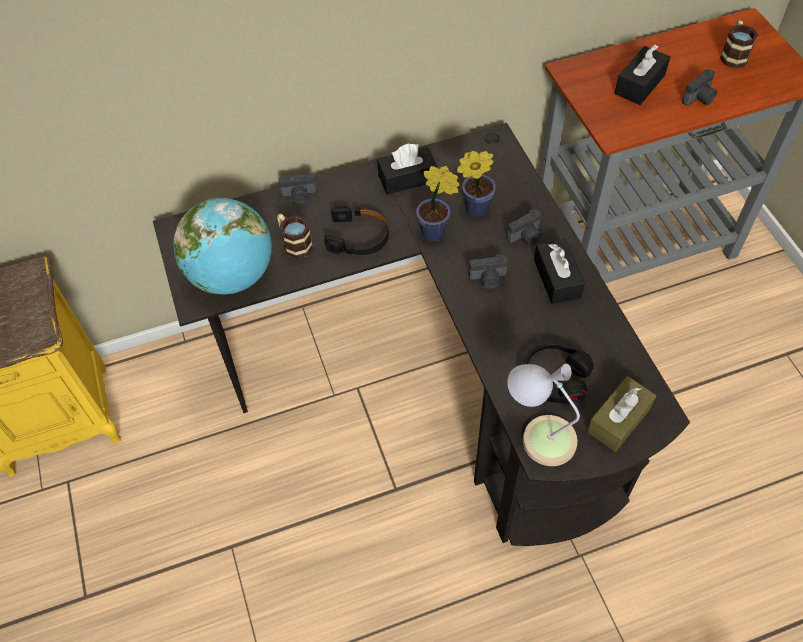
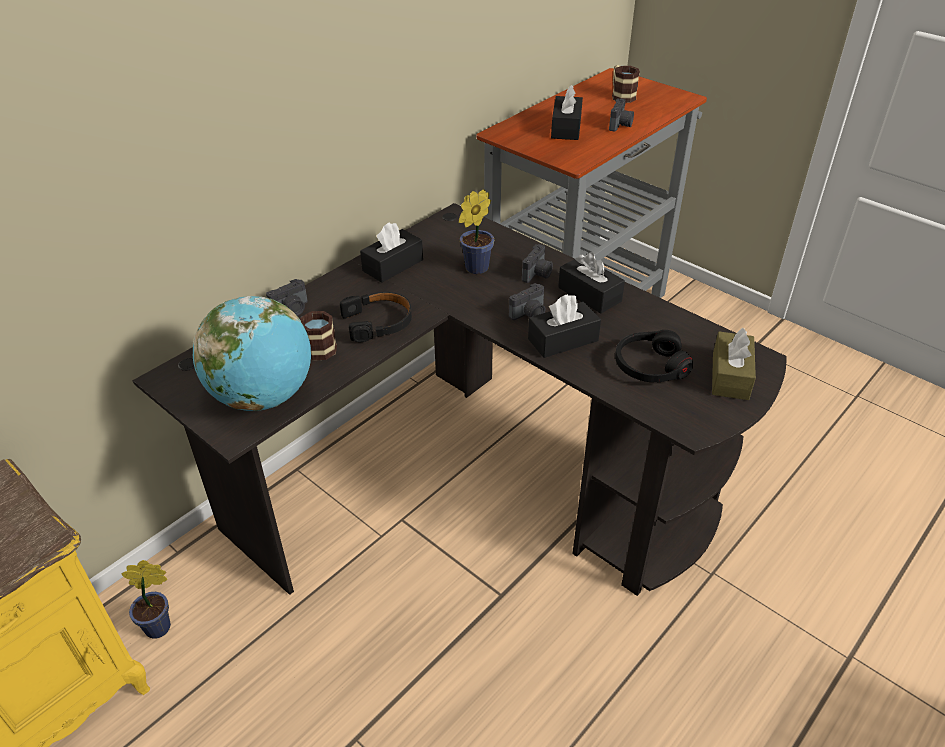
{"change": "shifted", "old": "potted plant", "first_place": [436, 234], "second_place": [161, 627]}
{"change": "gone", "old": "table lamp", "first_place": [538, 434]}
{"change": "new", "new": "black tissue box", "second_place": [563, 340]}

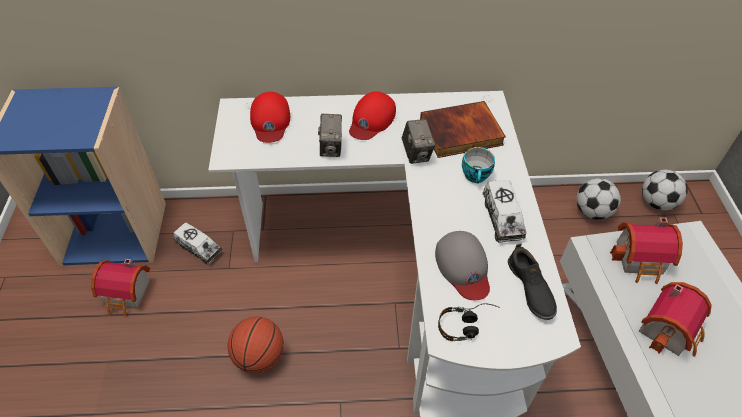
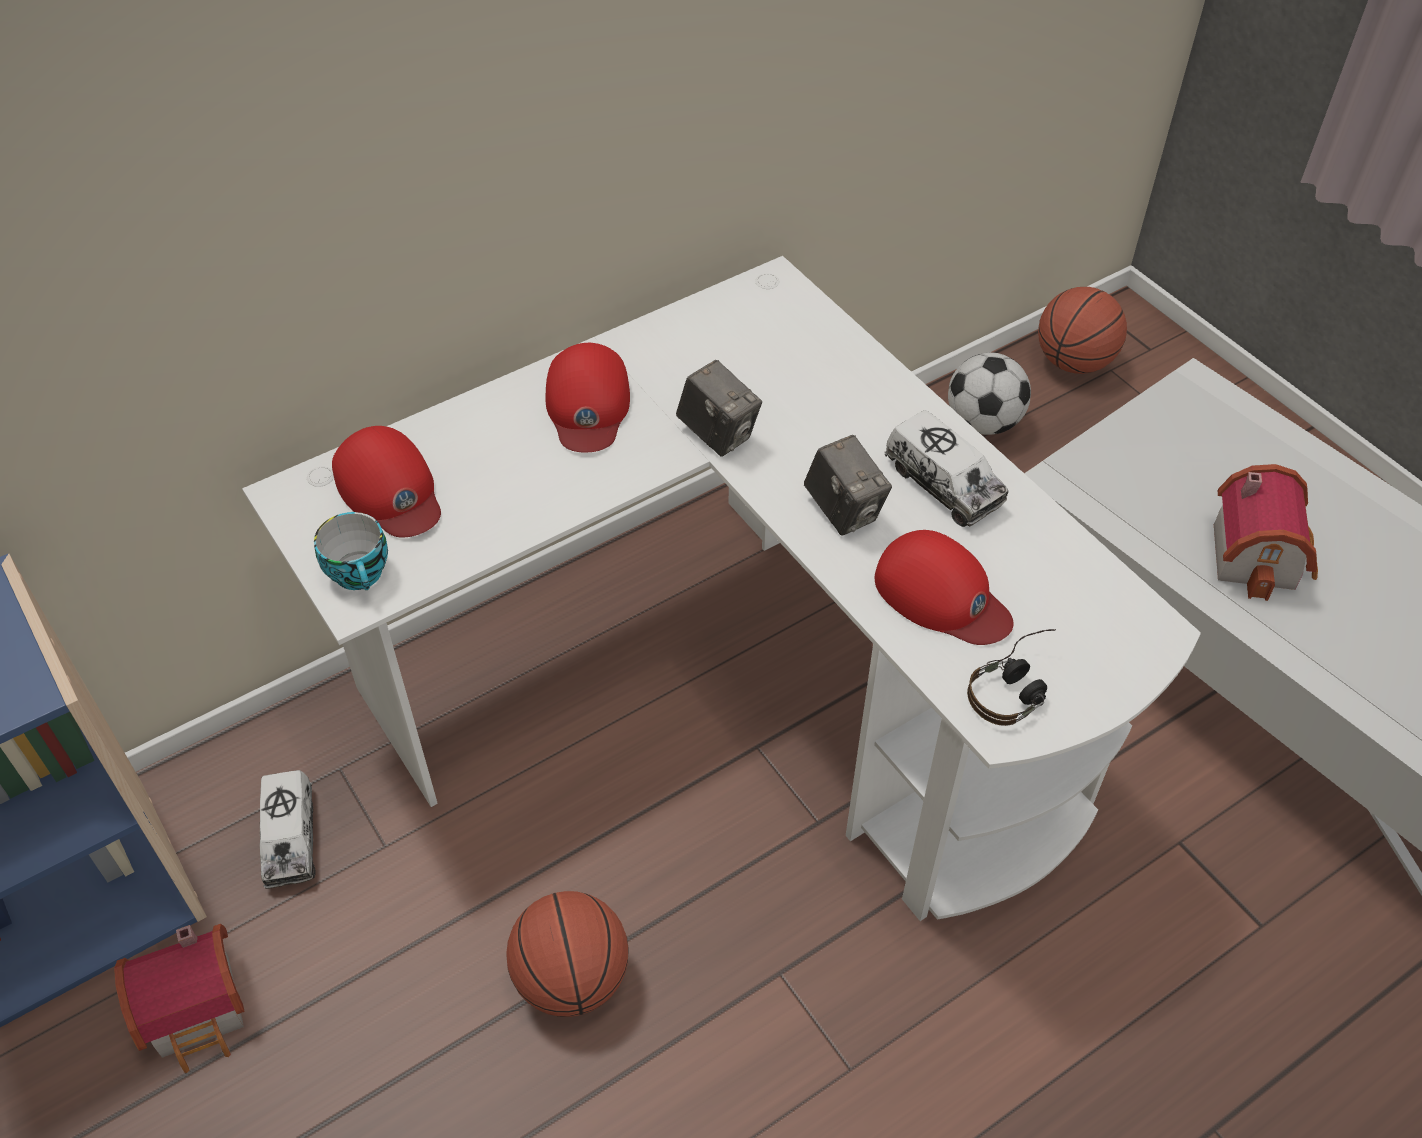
{"change": "gone", "old": "book", "first_place": [461, 133]}
{"change": "shifted", "old": "photo camera", "first_place": [331, 148], "second_place": [844, 510]}
{"change": "shifted", "old": "cup", "first_place": [476, 176], "second_place": [361, 574]}
{"change": "swapped", "old": "football", "new": "basketball", "first_place": [656, 203], "second_place": [1073, 362]}
{"change": "gone", "old": "toy house", "first_place": [641, 260]}
{"change": "rotated", "old": "toy truck", "first_place": [199, 248], "second_place": [290, 839], "degrees": 75}
{"change": "repainted", "old": "grey cap", "new": "red cap", "first_place": [463, 267], "second_place": [941, 595]}
{"change": "gone", "old": "black shoe", "first_place": [530, 288]}

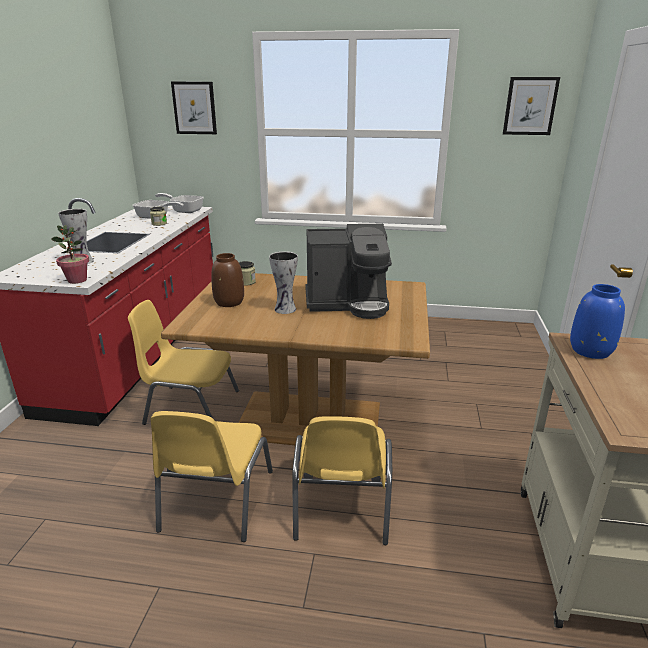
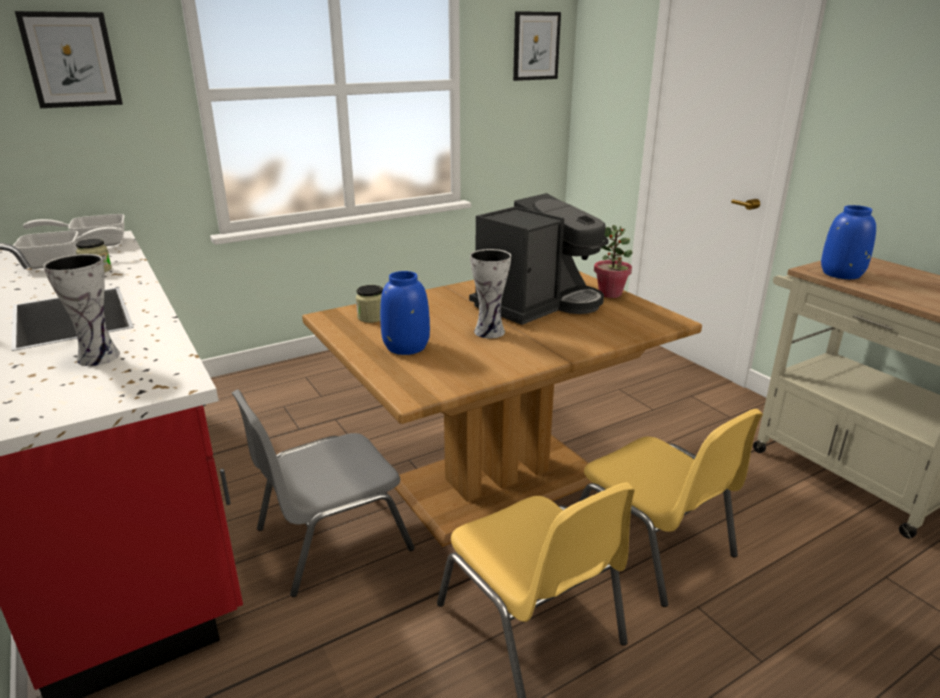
{"change": "shifted", "old": "potted plant", "first_place": [77, 280], "second_place": [610, 294]}
{"change": "repainted", "old": "brown vase", "new": "blue vase", "first_place": [229, 302], "second_place": [407, 347]}
{"change": "repainted", "old": "yellow chair", "new": "grey chair", "first_place": [191, 407], "second_place": [330, 539]}

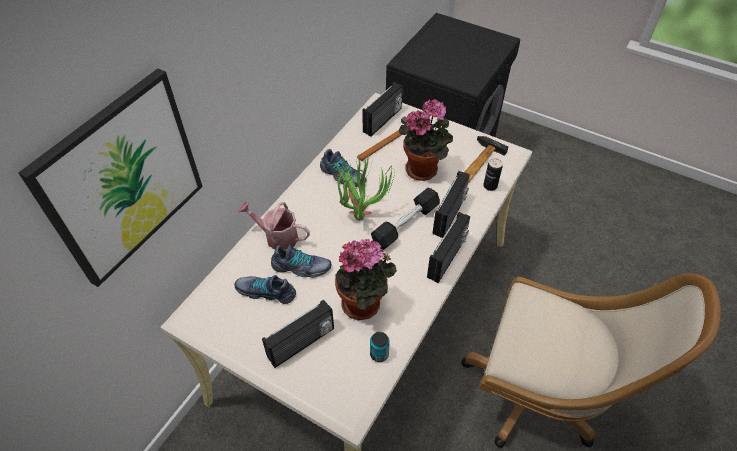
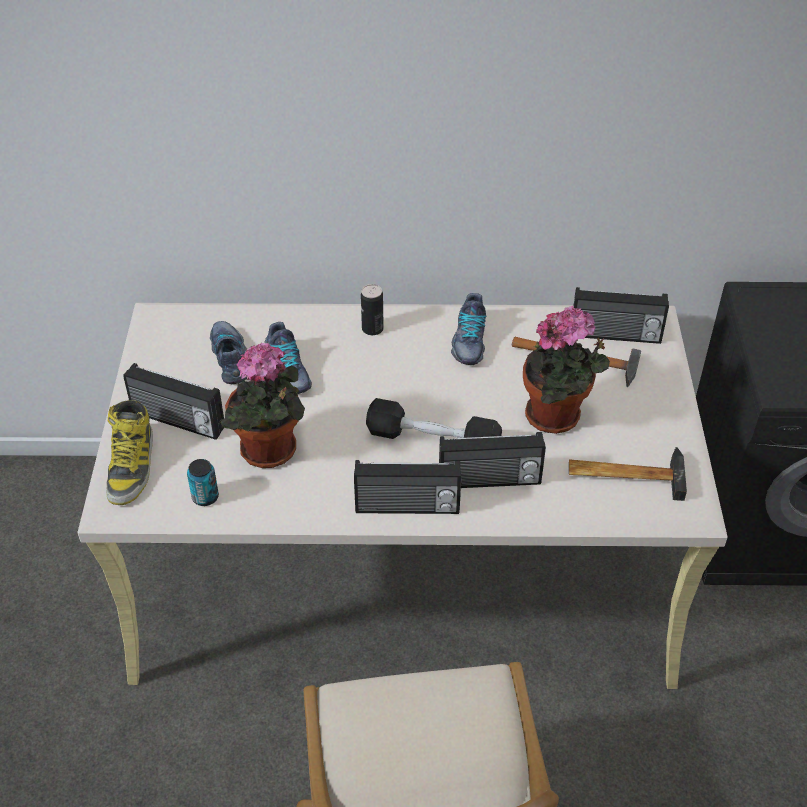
{"change": "gone", "old": "picture", "first_place": [123, 178]}
{"change": "gone", "old": "potted plant", "first_place": [360, 211]}
{"change": "shifted", "old": "can", "first_place": [490, 186], "second_place": [372, 329]}
{"change": "gone", "old": "watering can", "first_place": [277, 236]}
{"change": "new", "new": "boot", "second_place": [131, 466]}

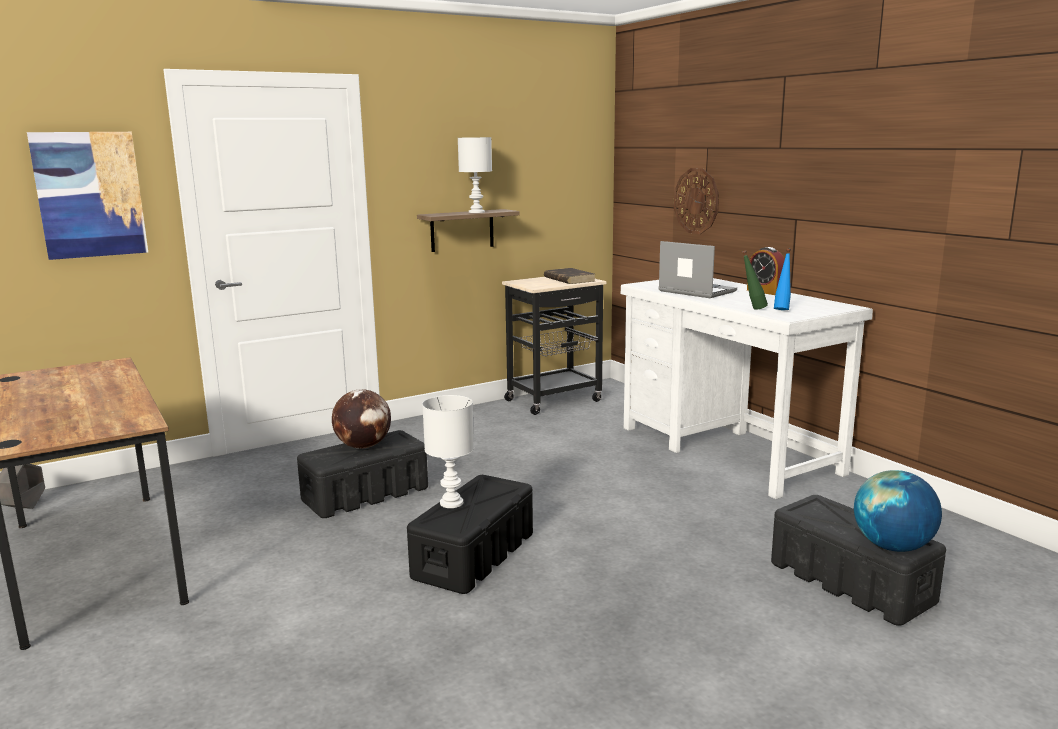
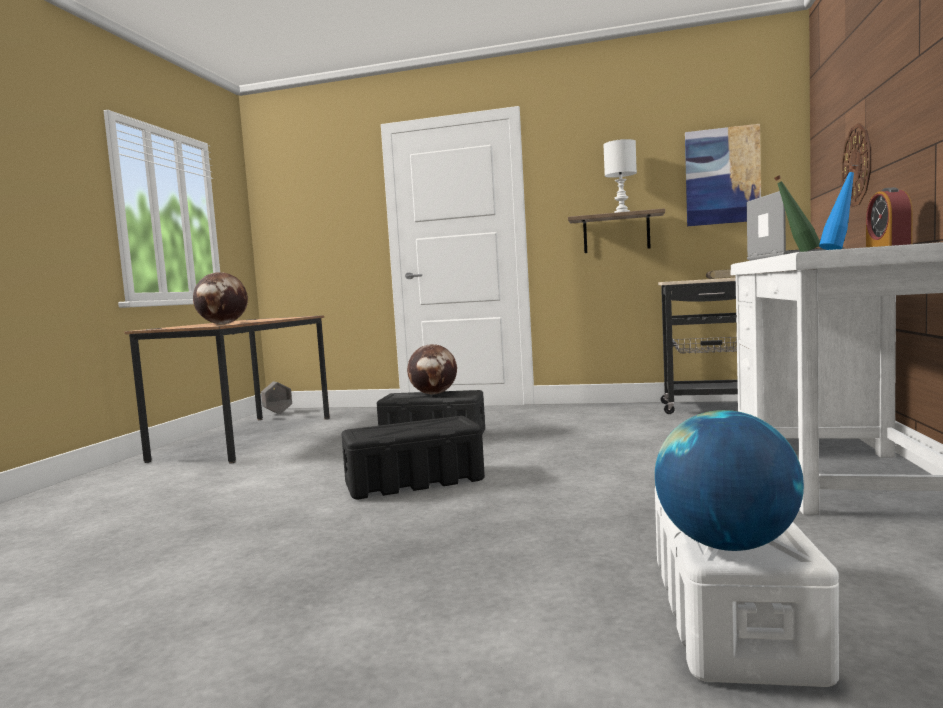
{"change": "shifted", "old": "picture", "first_place": [90, 195], "second_place": [722, 176]}
{"change": "gone", "old": "white table lamp", "first_place": [451, 502]}
{"change": "repainted", "old": "black storage box", "new": "white storage box", "first_place": [851, 583], "second_place": [731, 613]}
{"change": "new", "new": "globe", "second_place": [223, 324]}

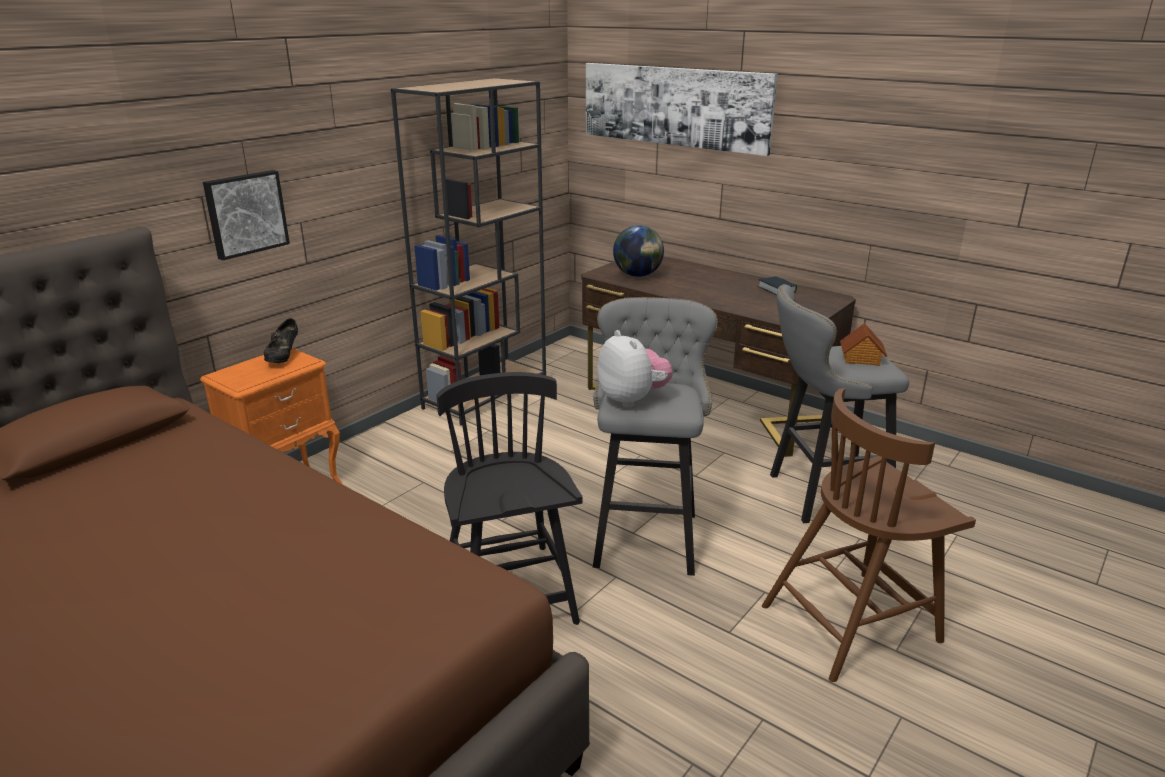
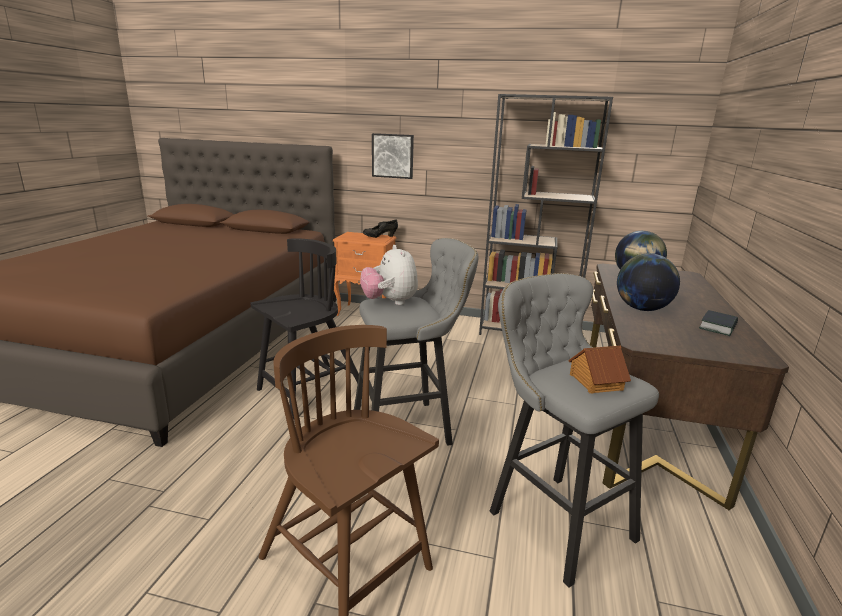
{"change": "gone", "old": "picture", "first_place": [674, 106]}
{"change": "rotated", "old": "plush toy", "first_place": [632, 399], "second_place": [390, 302], "degrees": 120}
{"change": "new", "new": "globe", "second_place": [642, 309]}

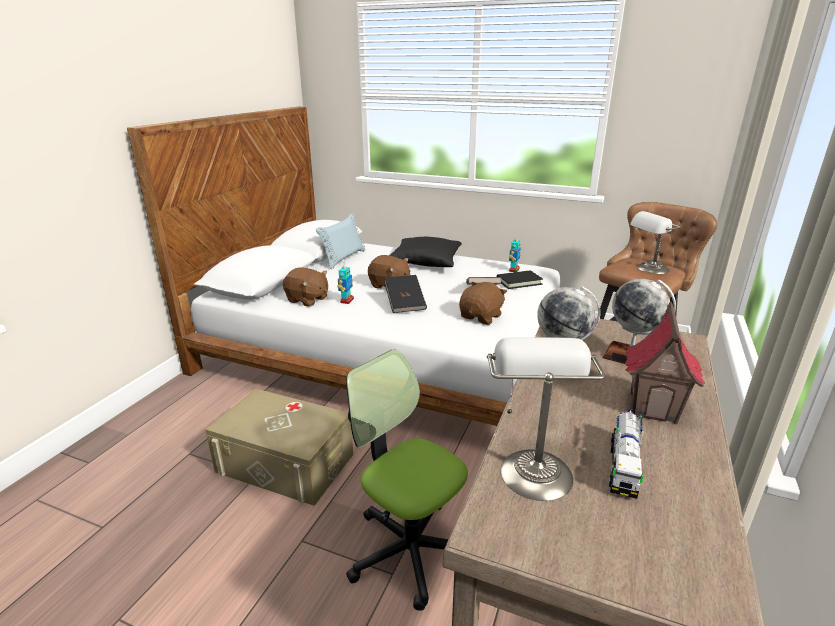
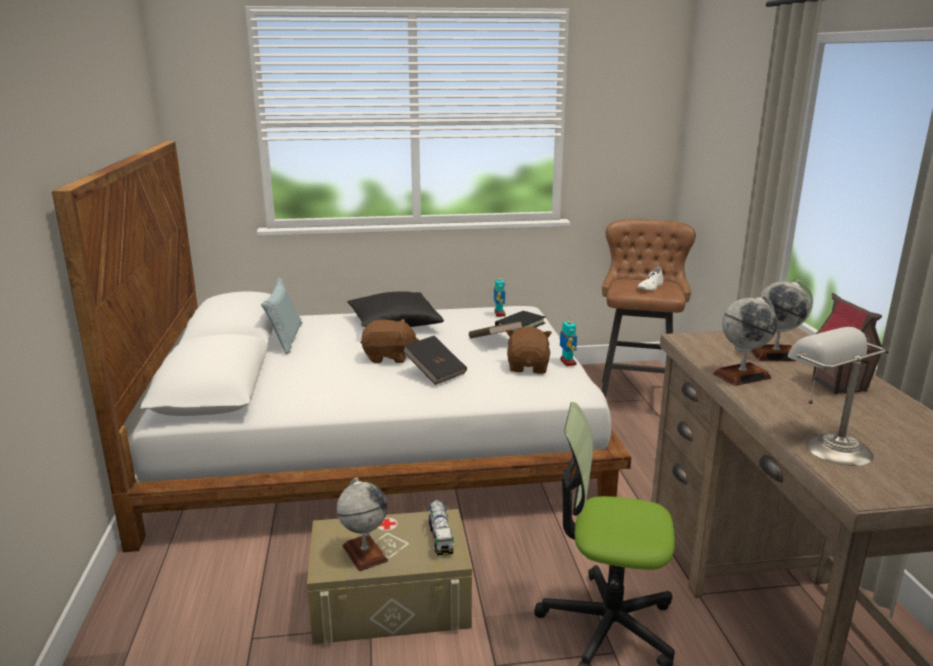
{"change": "swapped", "old": "white table lamp", "new": "white shoe", "first_place": [648, 269], "second_place": [650, 287]}
{"change": "shifted", "old": "toy robot", "first_place": [346, 300], "second_place": [567, 362]}
{"change": "gone", "old": "brown plush toy", "first_place": [307, 300]}
{"change": "shifted", "old": "toy truck", "first_place": [623, 466], "second_place": [440, 537]}
{"change": "new", "new": "globe", "second_place": [364, 553]}

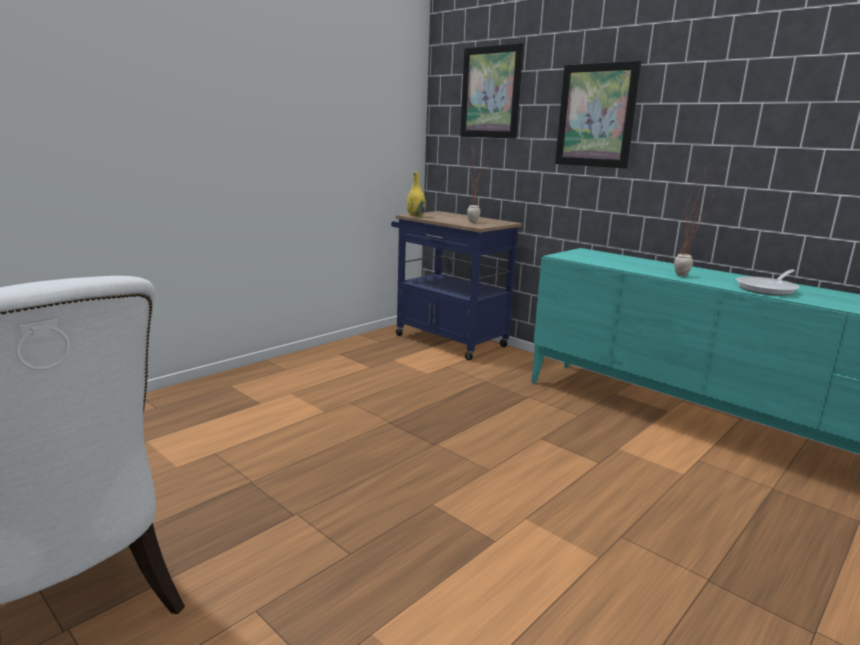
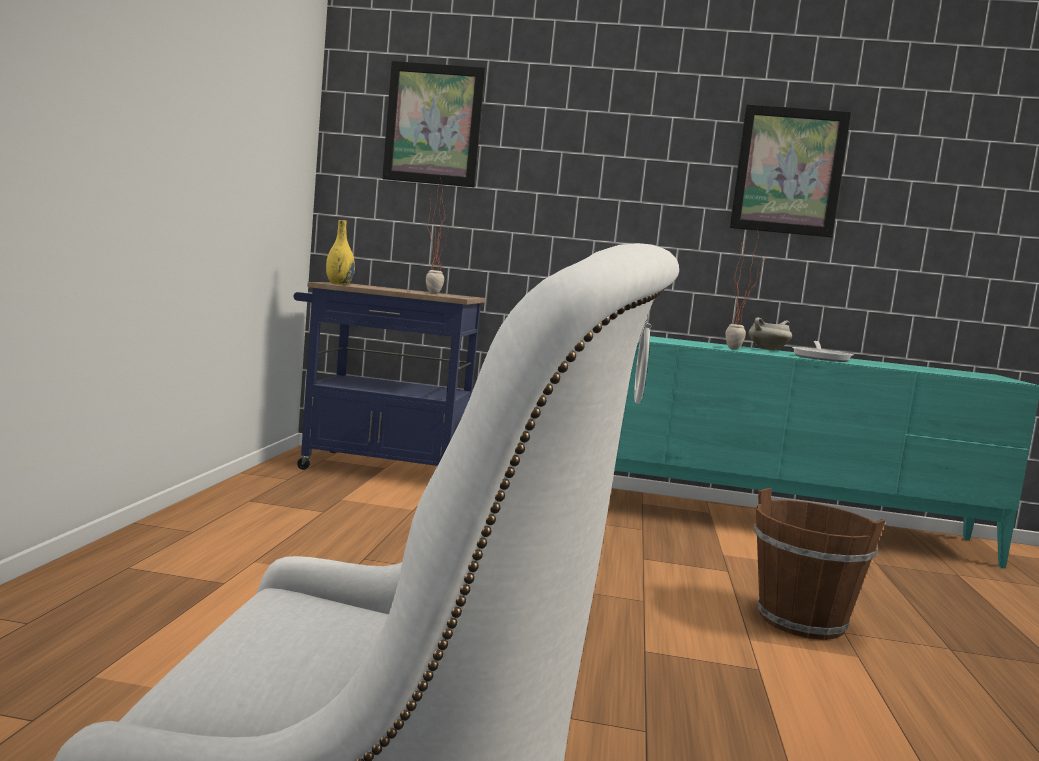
{"change": "shifted", "old": "picture", "first_place": [596, 115], "second_place": [788, 171]}
{"change": "new", "new": "white cooking pot", "second_place": [768, 350]}
{"change": "new", "new": "brown bucket", "second_place": [802, 621]}

